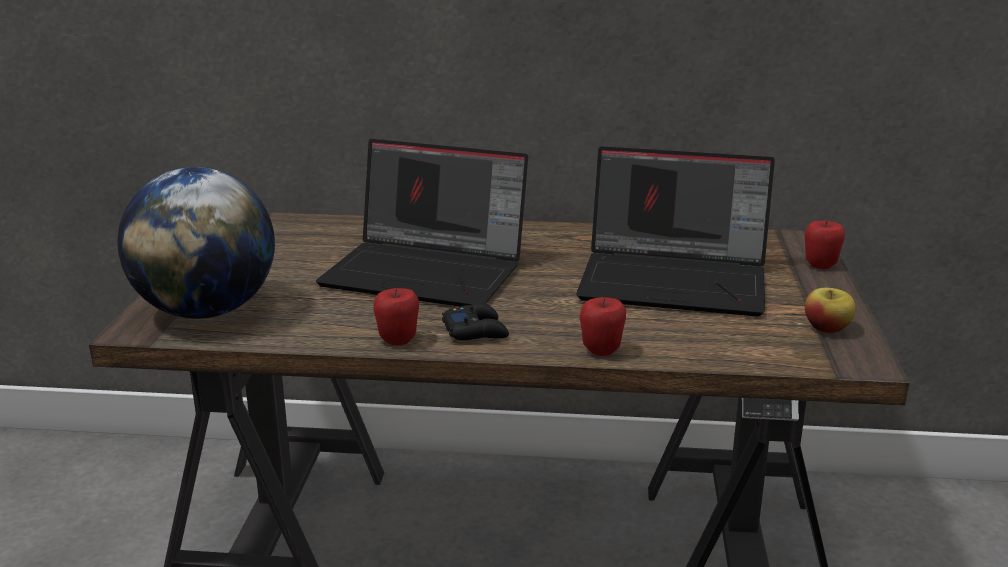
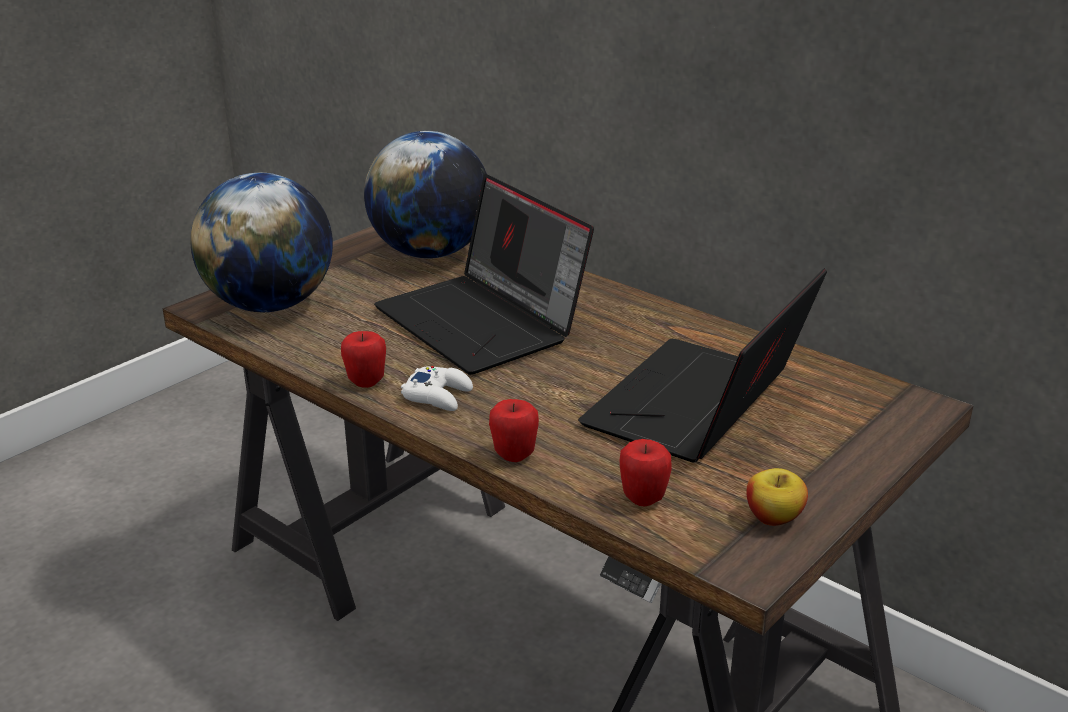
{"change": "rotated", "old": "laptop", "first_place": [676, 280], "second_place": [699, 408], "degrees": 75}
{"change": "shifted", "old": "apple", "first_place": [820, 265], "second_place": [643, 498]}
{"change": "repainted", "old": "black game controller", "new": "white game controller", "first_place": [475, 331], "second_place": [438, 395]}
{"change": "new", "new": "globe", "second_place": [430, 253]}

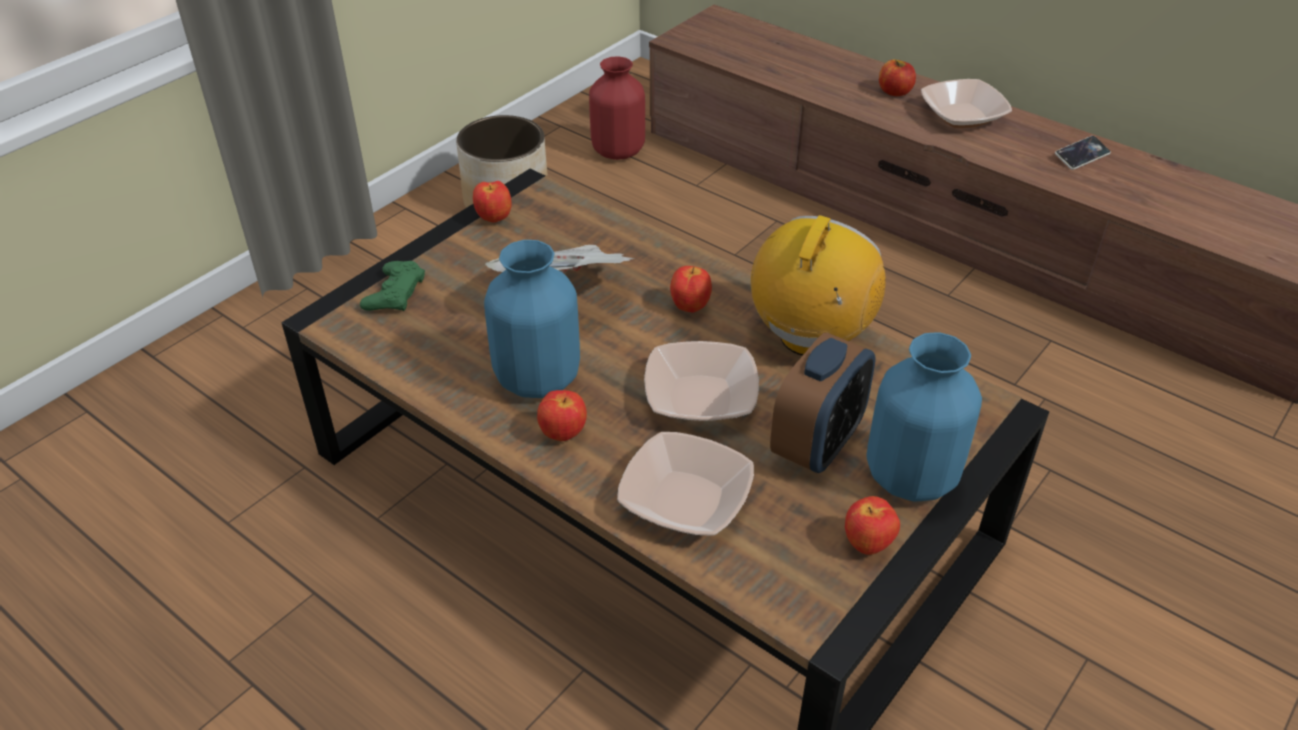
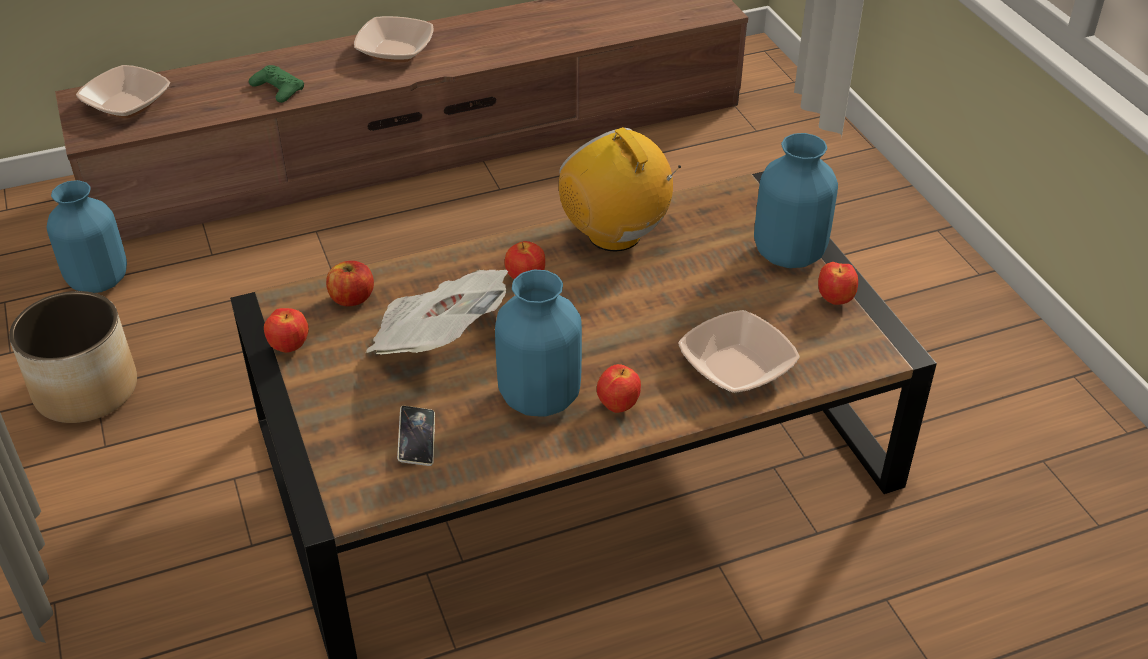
{"change": "repainted", "old": "red vase", "new": "blue vase", "first_place": [618, 150], "second_place": [98, 280]}
{"change": "shifted", "old": "apple", "first_place": [895, 92], "second_place": [352, 298]}
{"change": "shifted", "old": "phone", "first_place": [1081, 156], "second_place": [417, 439]}
{"change": "shifted", "old": "green game controller", "first_place": [394, 293], "second_place": [278, 89]}
{"change": "gone", "old": "alarm clock", "first_place": [817, 444]}
{"change": "shifted", "old": "bowl", "first_place": [700, 398], "second_place": [127, 104]}

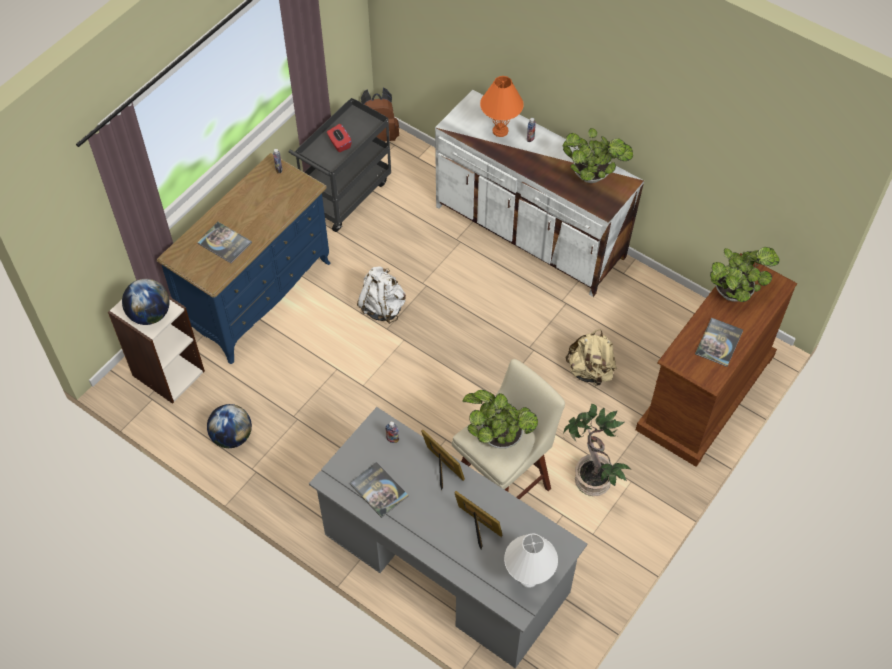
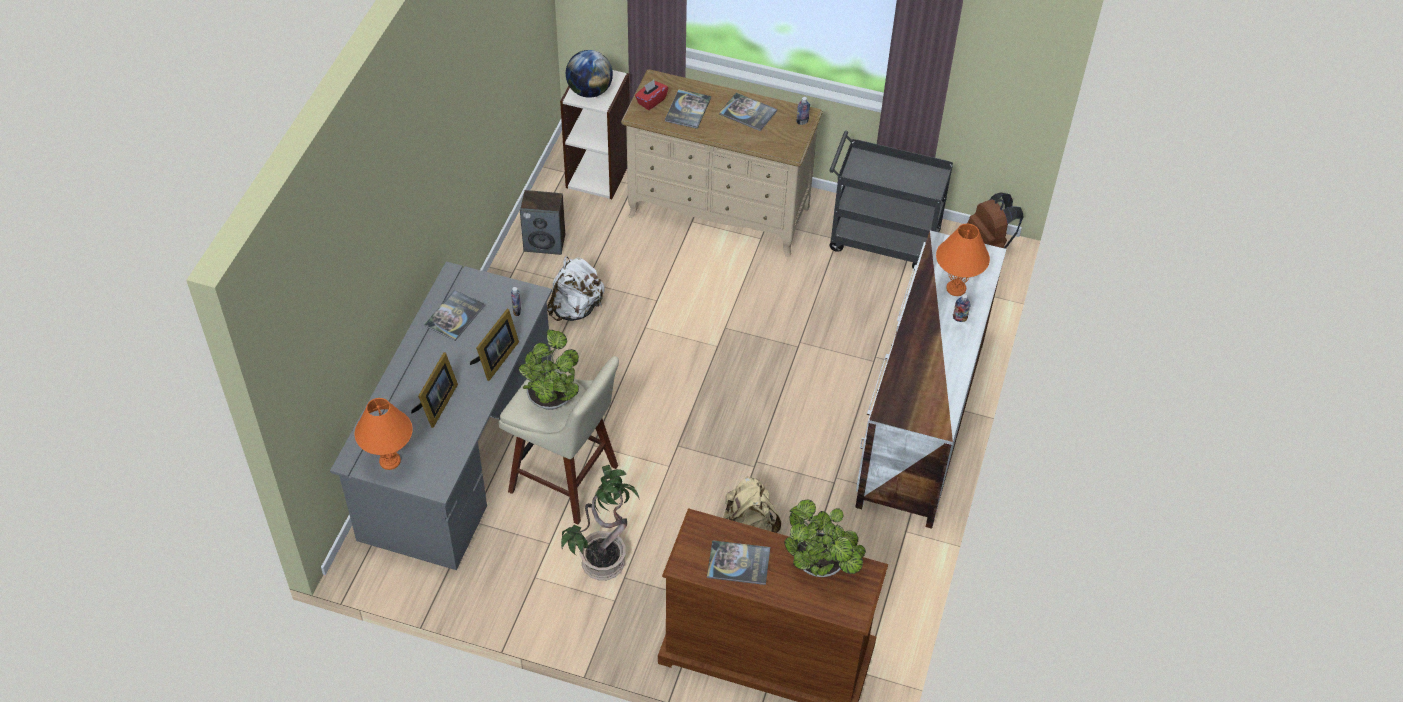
{"change": "shifted", "old": "red tissue box", "first_place": [339, 144], "second_place": [651, 101]}
{"change": "gone", "old": "potted plant", "first_place": [593, 176]}
{"change": "repainted", "old": "blue dresser", "new": "beige dresser", "first_place": [259, 297], "second_place": [718, 213]}
{"change": "shifted", "old": "white backpack", "first_place": [382, 307], "second_place": [576, 308]}
{"change": "swapped", "old": "globe", "new": "speaker", "first_place": [232, 436], "second_place": [545, 243]}
{"change": "repainted", "old": "white table lamp", "new": "orange table lamp", "first_place": [528, 578], "second_place": [389, 461]}
{"change": "new", "new": "book", "second_place": [748, 112]}

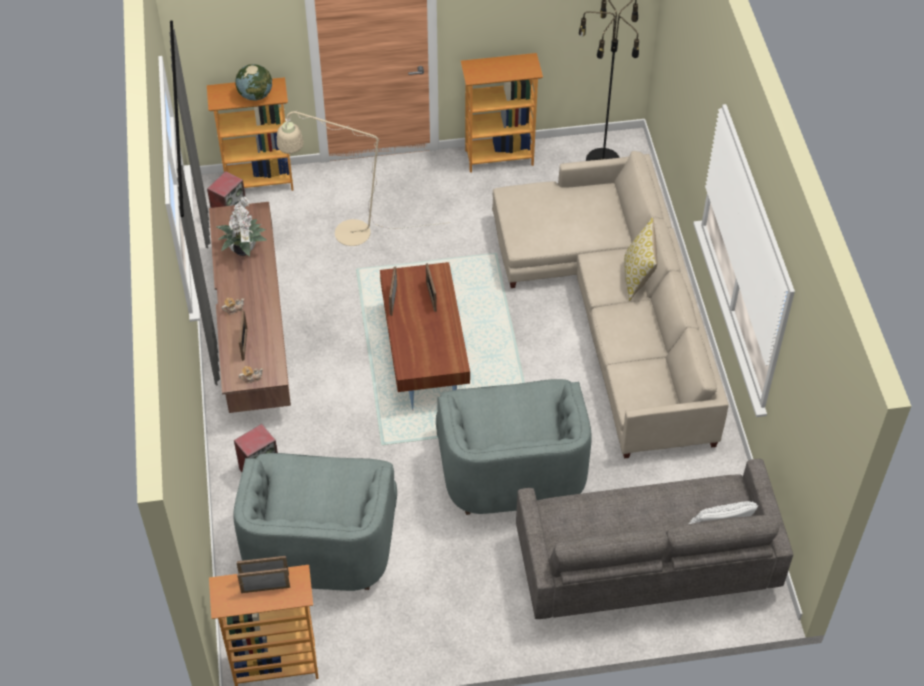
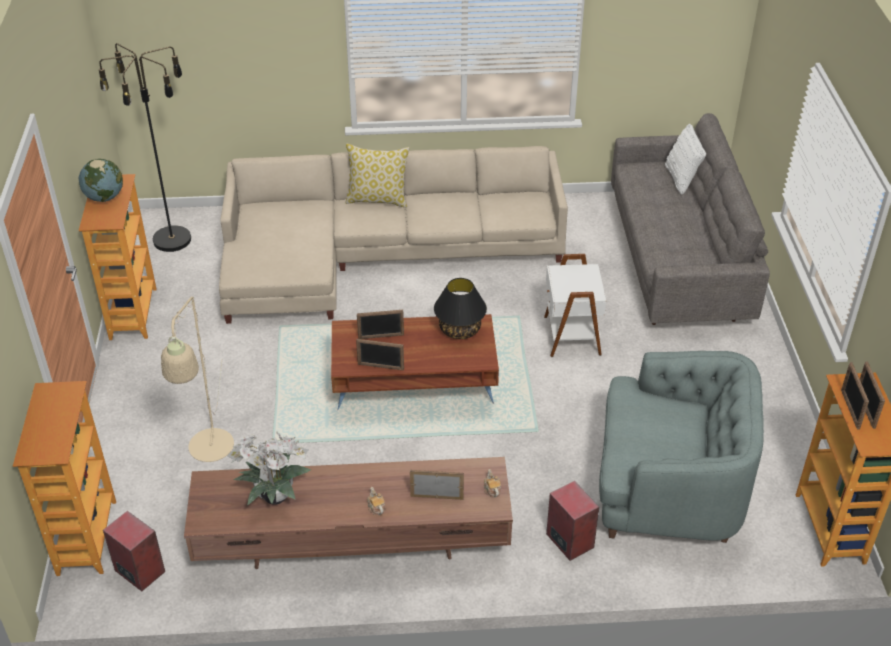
{"change": "shifted", "old": "globe", "first_place": [256, 95], "second_place": [104, 197]}
{"change": "swapped", "old": "grey armchair", "new": "white side table", "first_place": [511, 468], "second_place": [570, 335]}
{"change": "new", "new": "black table lamp", "second_place": [459, 329]}

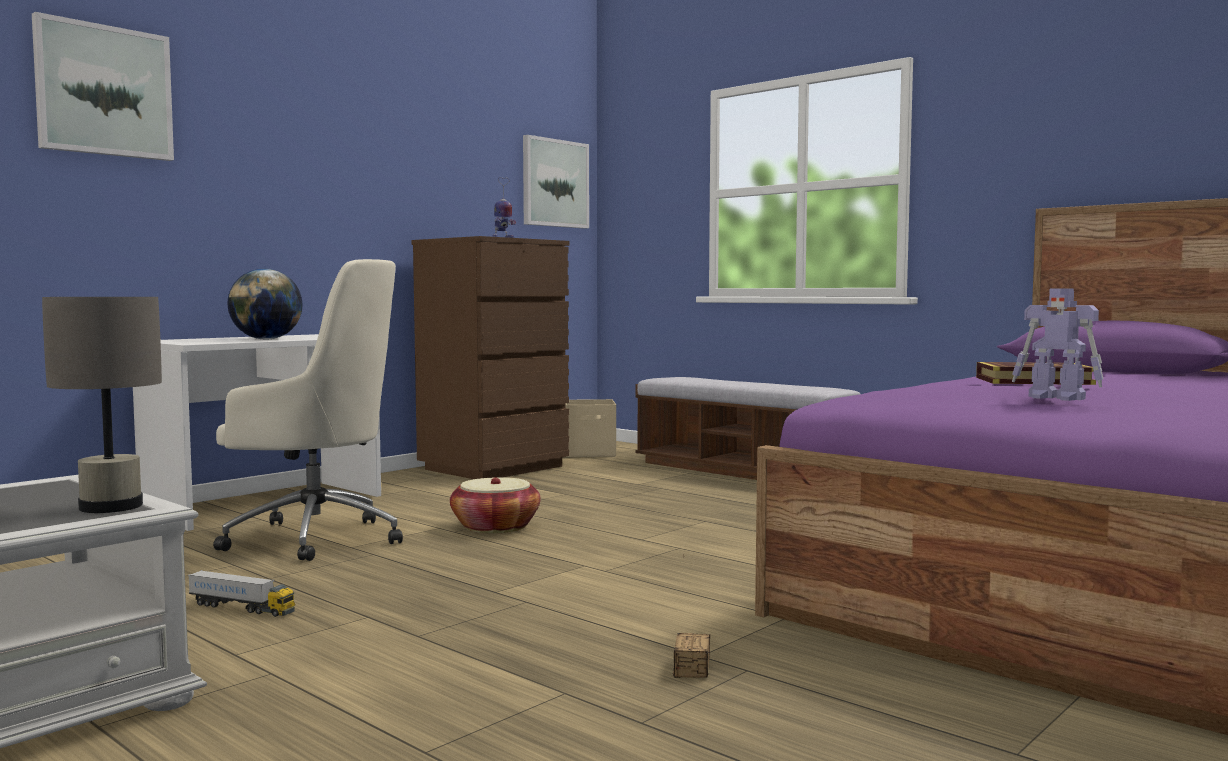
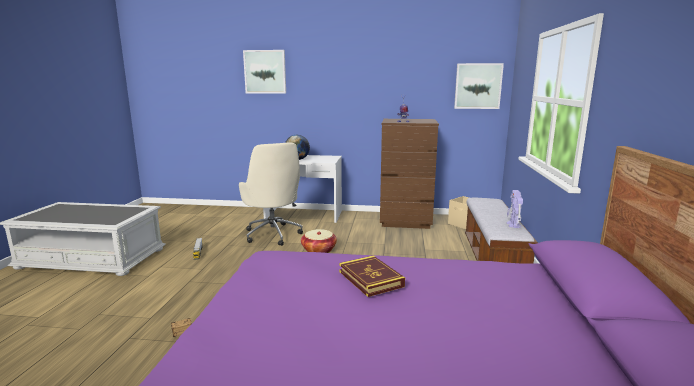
{"change": "shifted", "old": "toy robot", "first_place": [1057, 398], "second_place": [513, 225]}
{"change": "gone", "old": "grey table lamp", "first_place": [110, 506]}

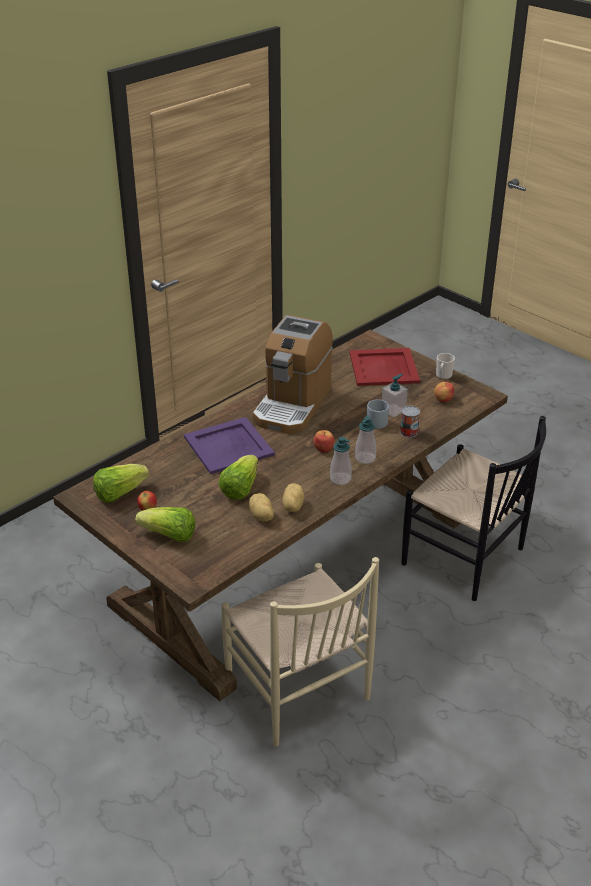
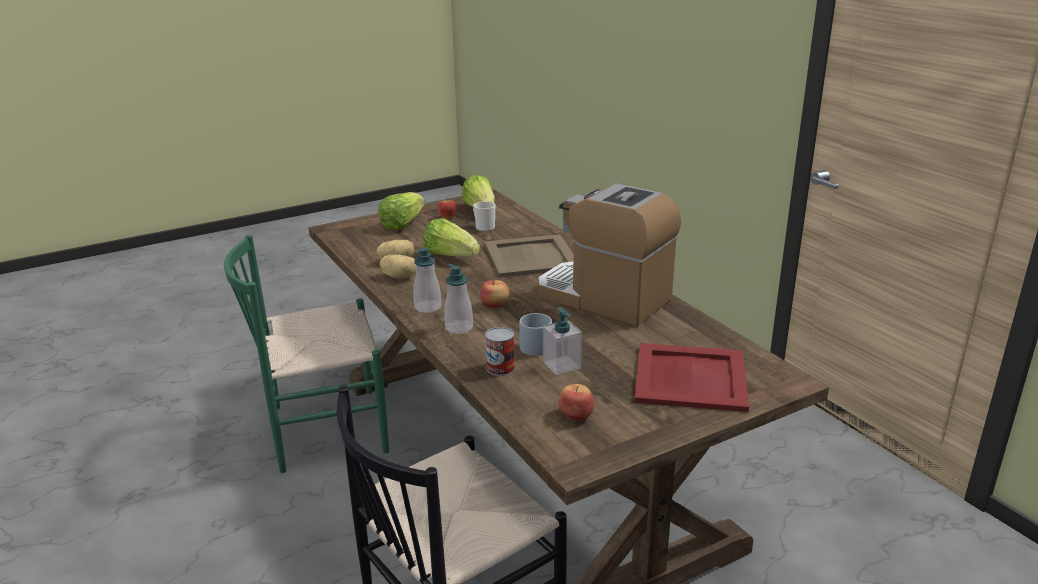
{"change": "shifted", "old": "mug", "first_place": [443, 376], "second_place": [483, 227]}
{"change": "repainted", "old": "purple tray", "new": "beige tray", "first_place": [228, 446], "second_place": [530, 256]}
{"change": "repainted", "old": "beige chair", "new": "green chair", "first_place": [300, 694], "second_place": [322, 431]}

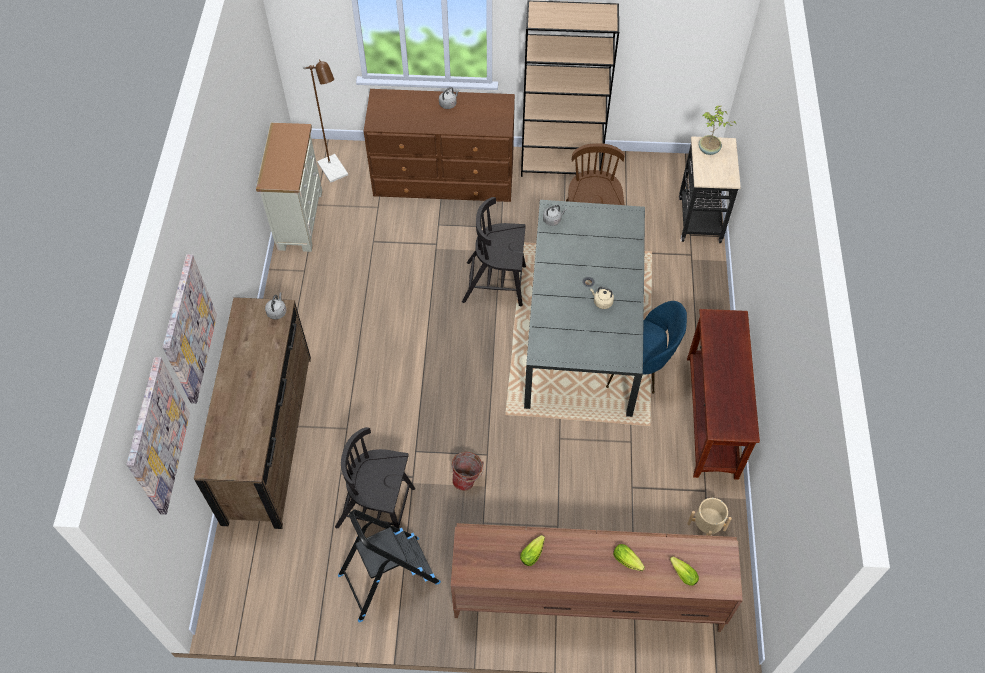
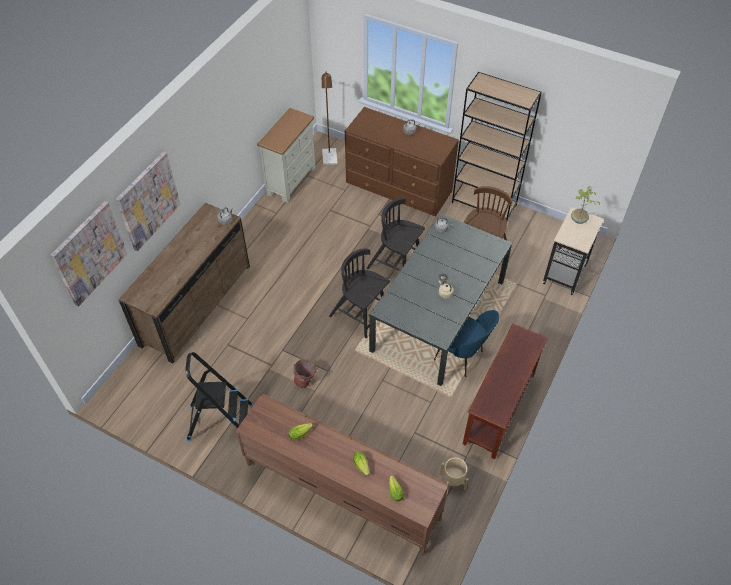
{"change": "shifted", "old": "black chair", "first_place": [377, 507], "second_place": [360, 315]}

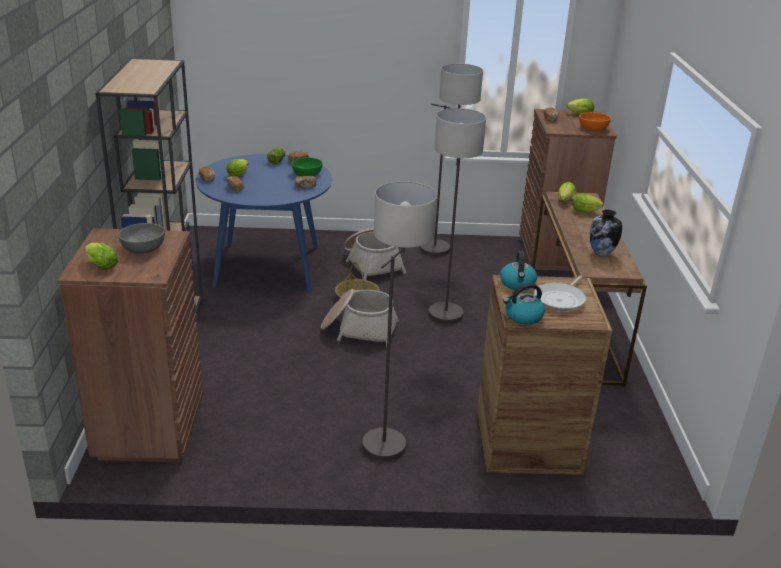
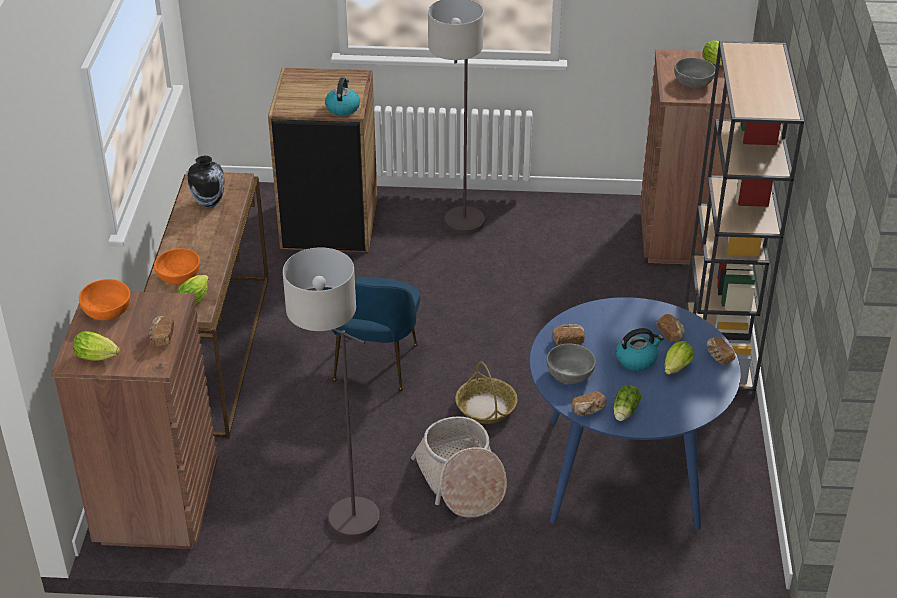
{"change": "swapped", "old": "grey floor lamp", "new": "blue chair", "first_place": [444, 320], "second_place": [373, 368]}
{"change": "repainted", "old": "green bowl", "new": "grey bowl", "first_place": [306, 174], "second_place": [570, 373]}
{"change": "swapped", "old": "lettuce", "new": "orange bowl", "first_place": [586, 211], "second_place": [178, 276]}
{"change": "gone", "old": "frying pan", "first_place": [561, 299]}
{"change": "shifted", "old": "kettle", "first_place": [523, 317], "second_place": [636, 359]}
{"change": "gone", "old": "basket", "first_place": [359, 329]}

